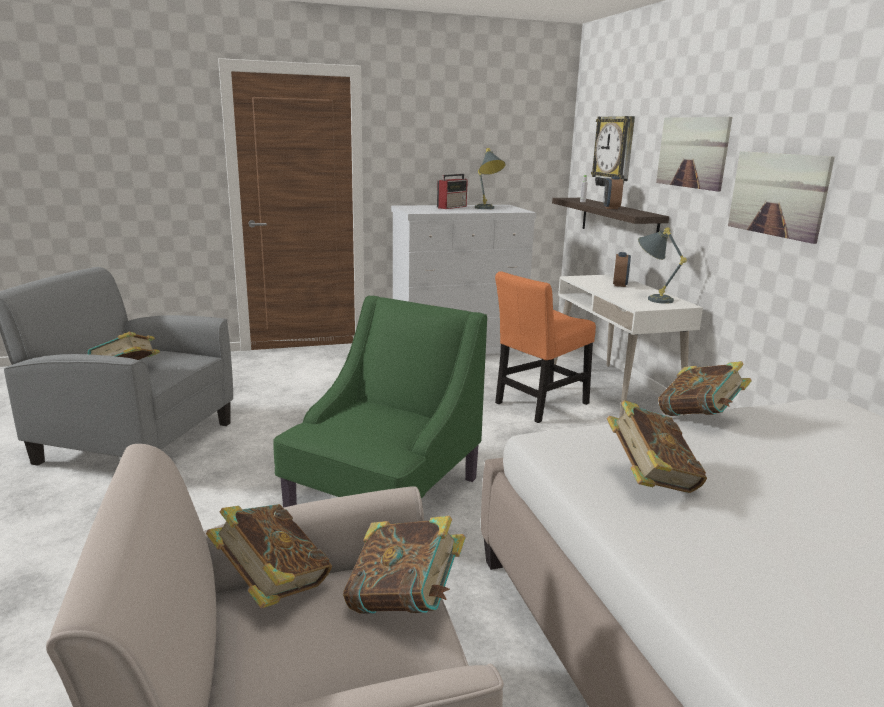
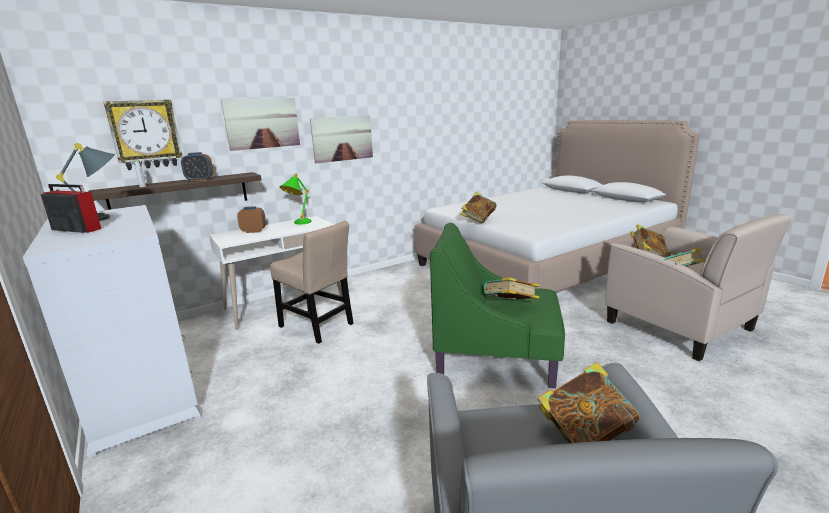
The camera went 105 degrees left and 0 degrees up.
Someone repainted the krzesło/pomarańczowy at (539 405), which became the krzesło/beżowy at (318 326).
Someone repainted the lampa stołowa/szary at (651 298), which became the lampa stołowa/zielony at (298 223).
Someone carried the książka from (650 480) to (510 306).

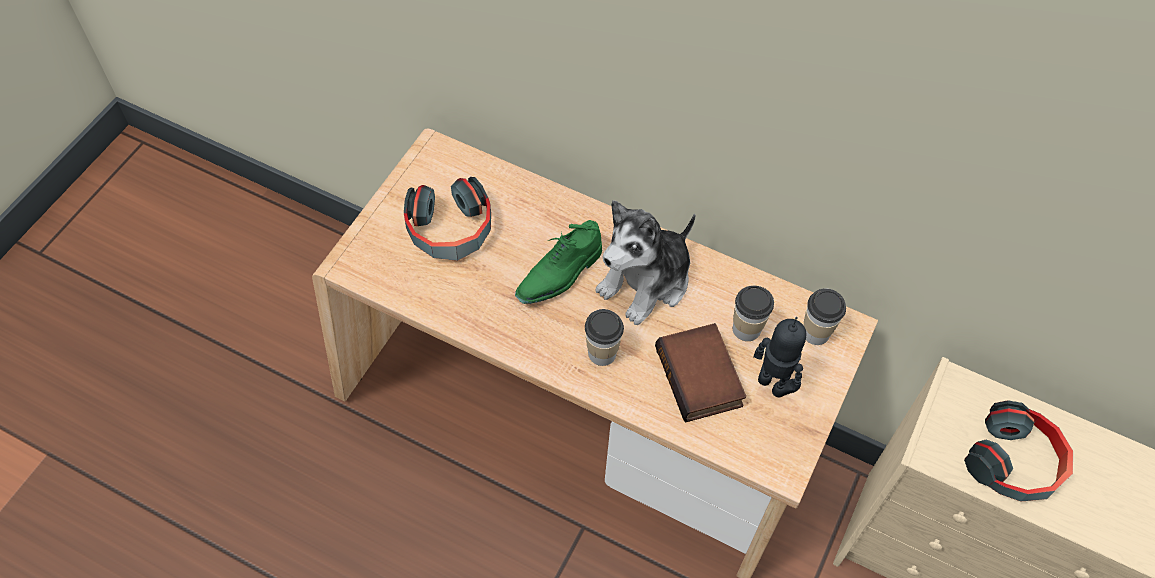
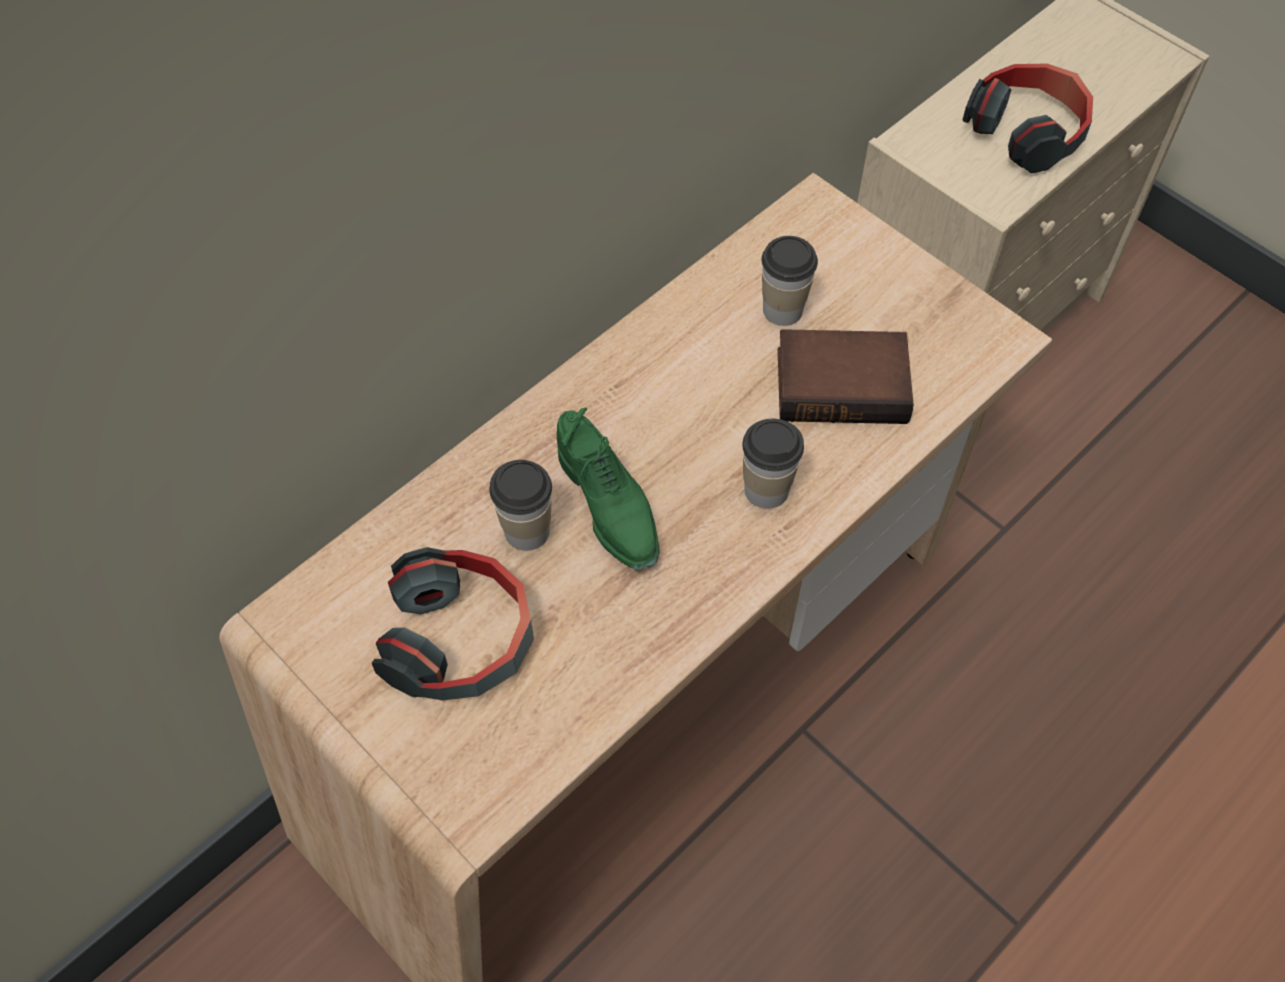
The camera went 70 degrees left and 0 degrees up.
Someone carried the filiżanka from (816 332) to (526 531).
Someone took away the pluszak at (646 282).
Someone took away the robot zabawkowy at (772 384).

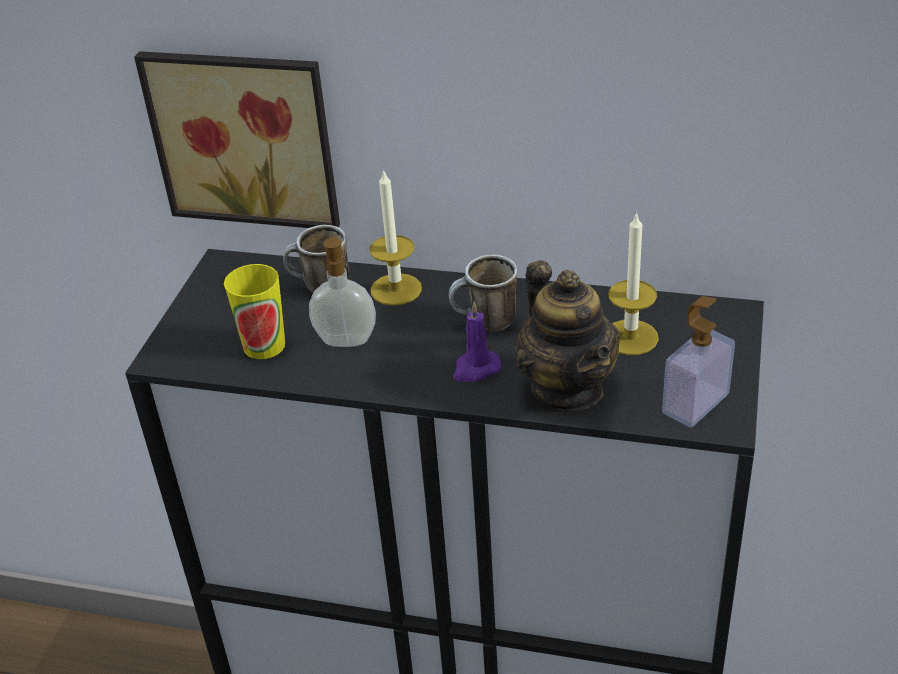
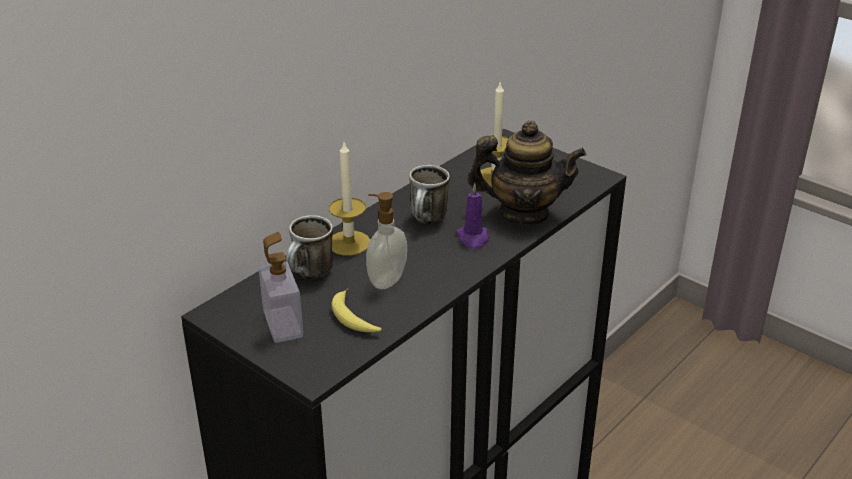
The camera went 65 degrees left and 5 degrees down.
Someone carried the dozownik mydła from (695 403) to (283 324).
Someone swapped the filiżanka at (264 345) for the banan at (353 319).
Someone took away the obraz at (245 136).

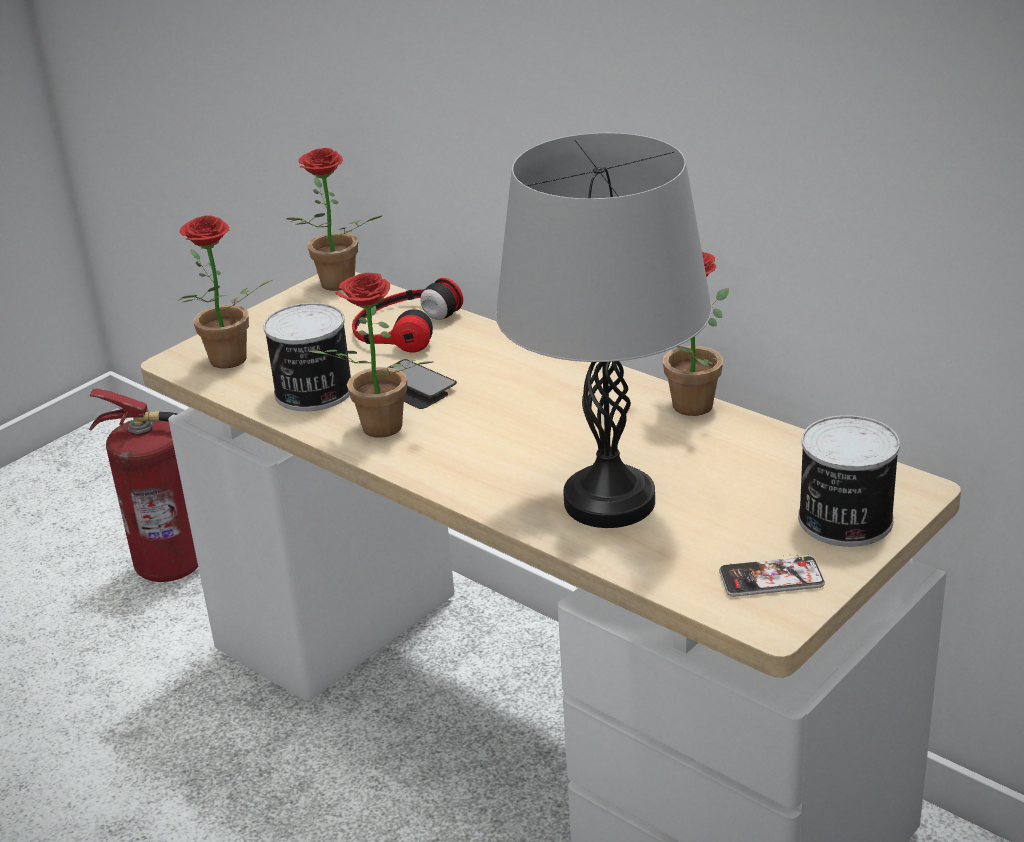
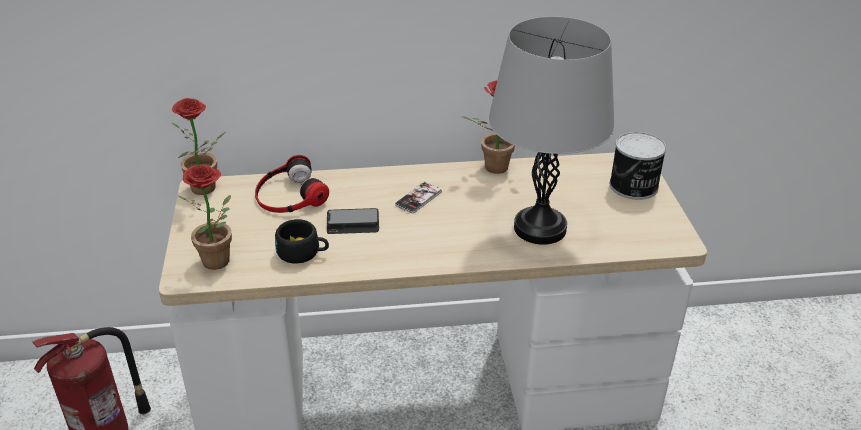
The camera went 50 degrees left and 5 degrees up.
Someone swapped the puszka at (313 392) for the filiżanka/czarny at (303 253).
Someone carried the telefon from (771 578) to (418 198).
Someone took away the roślina doniczkowa at (376 431).

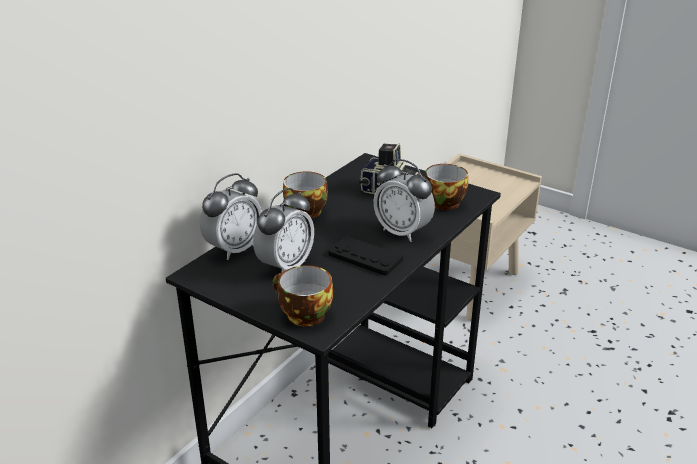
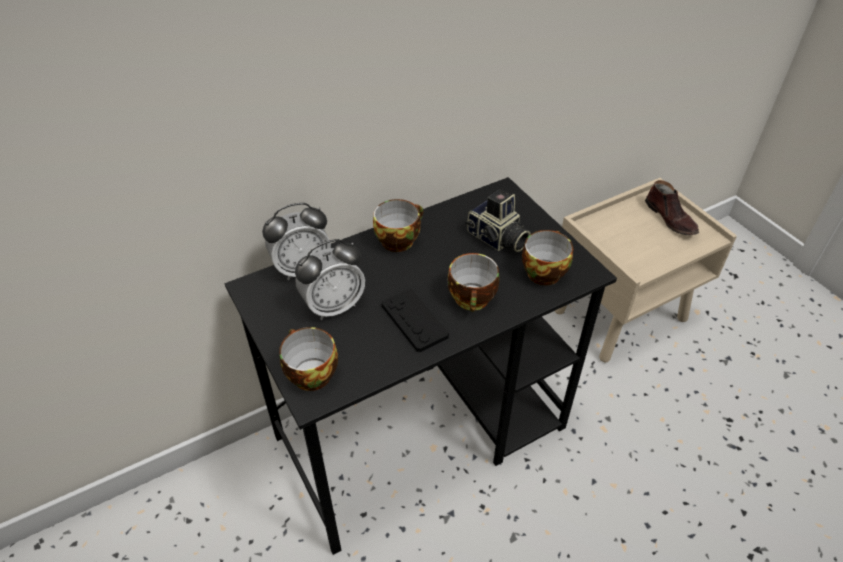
The camera went 25 degrees right and 15 degrees up.
Someone swapped the budzik at (402 232) for the filiżanka at (473 300).
Someone put down the but/brązowy at (671 218).

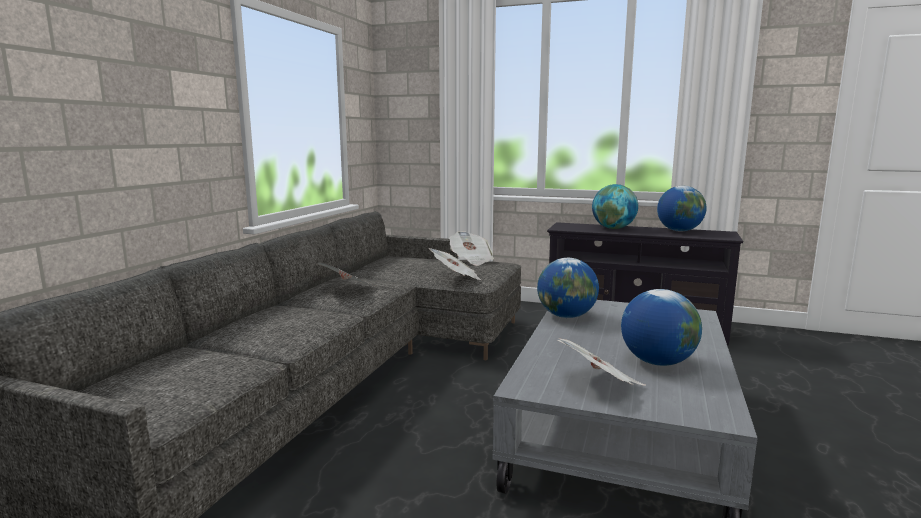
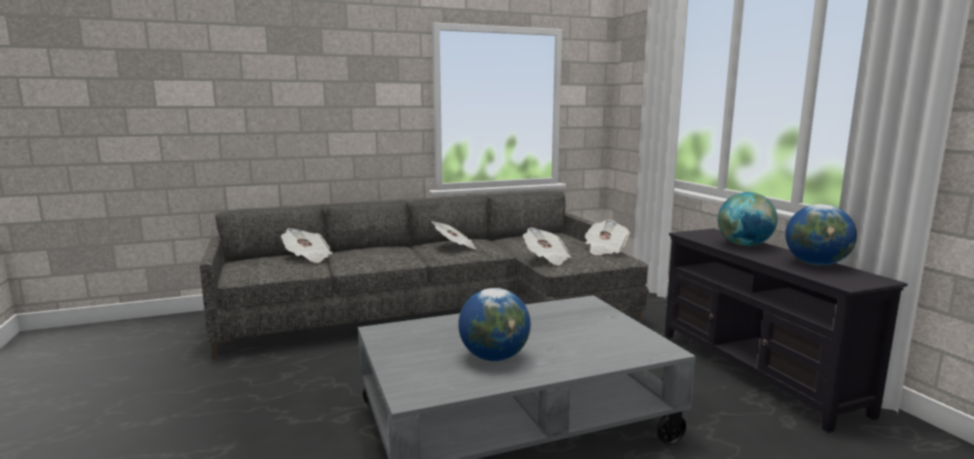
The camera went 50 degrees right and 0 degrees up.
Someone carried the gazeta from (599 384) to (308 257).
Someone took away the globus at (566 316).

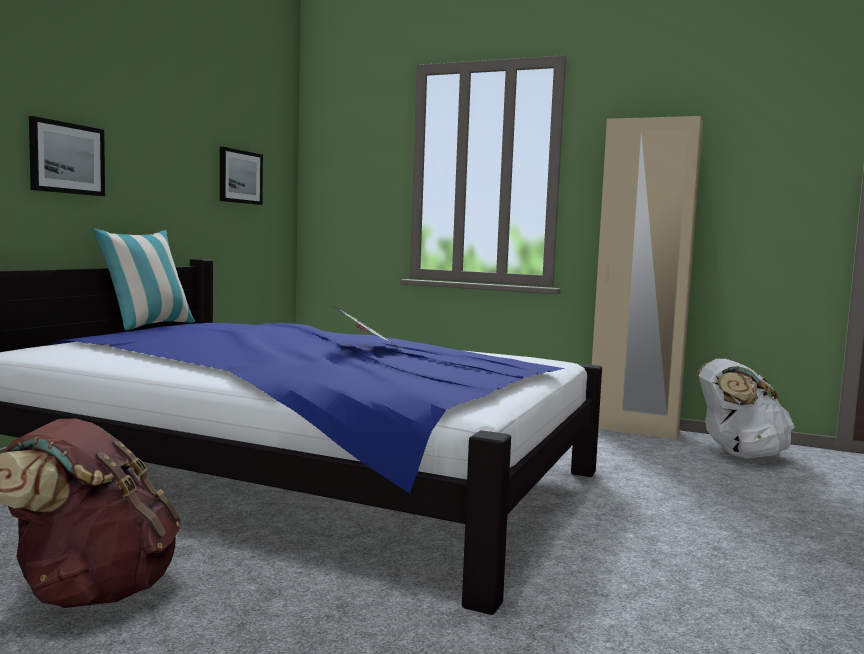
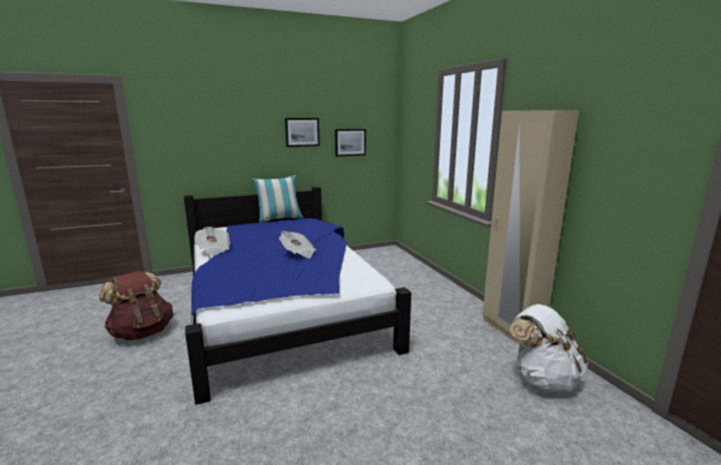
The camera went 45 degrees right and 10 degrees up.
Someone put down the gazeta at (213 250).
Someone carried the obraz from (66 158) to (302 132).

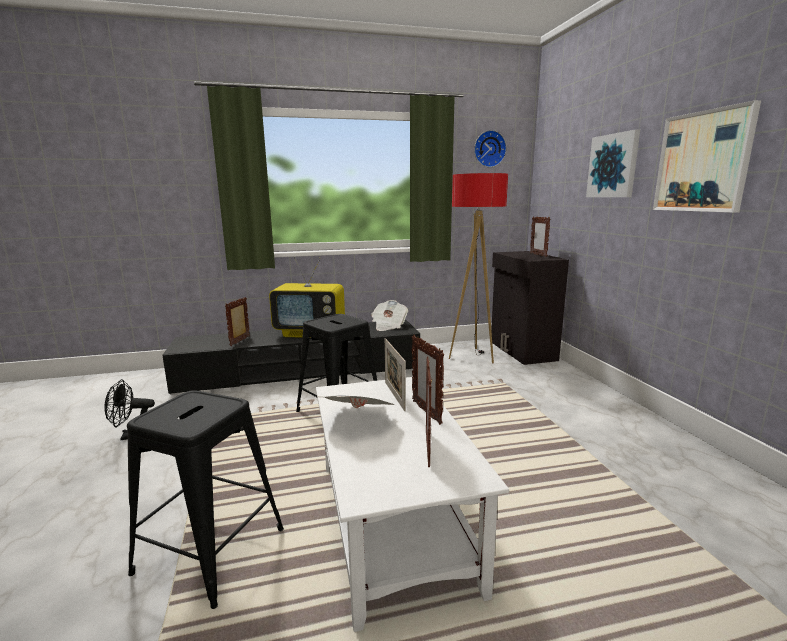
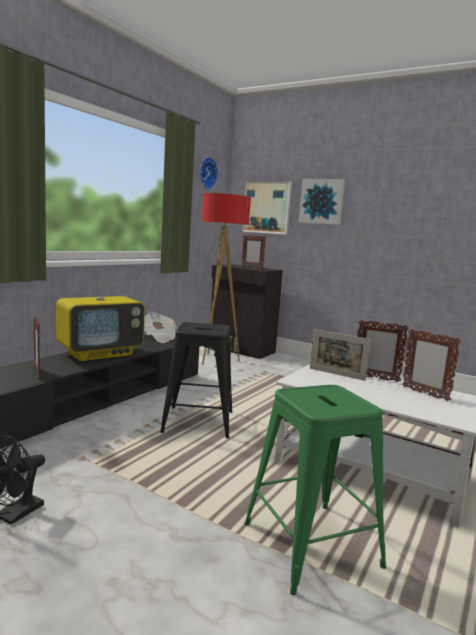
The camera went 45 degrees left and 5 degrees down.
Someone carried the obraz from (702 162) to (267 207).
Someone repainted the stołek/czarny at (211 551), which became the stołek/zielony at (312 545).
Someone took away the gazeta at (359 419).

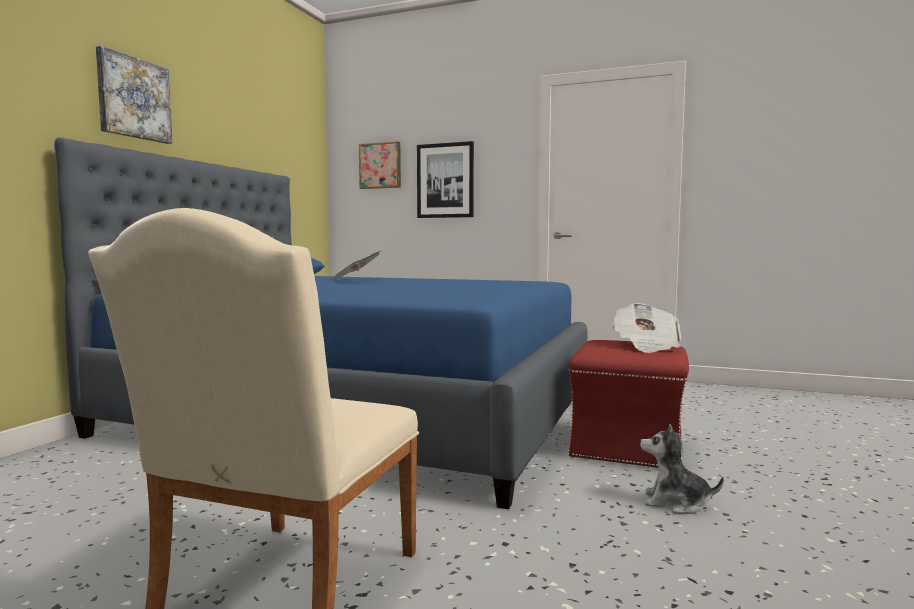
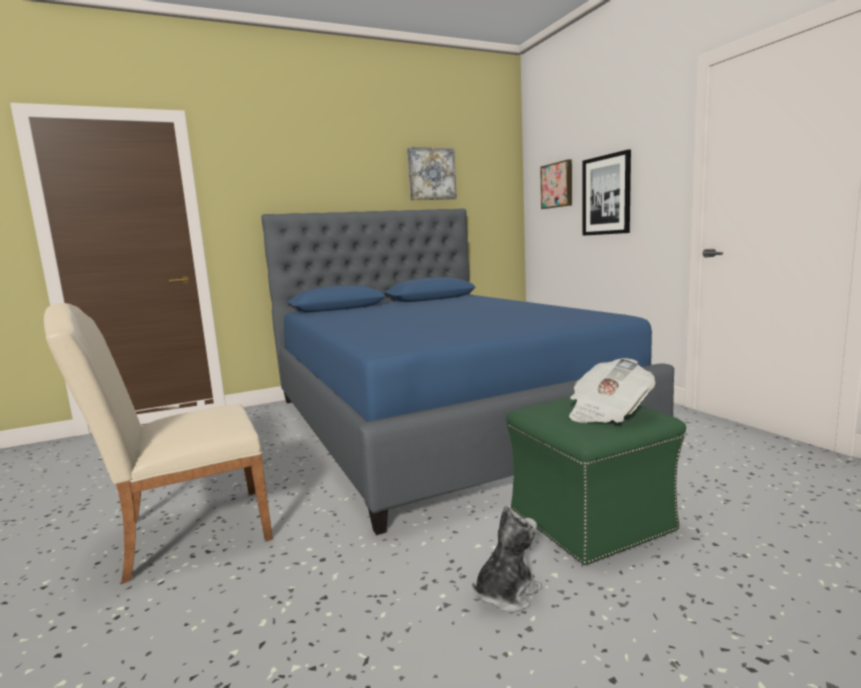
The camera went 45 degrees right and 5 degrees up.
Someone carried the obraz from (134 98) to (431 174).
Someone rotated the pluszak at (675 503) by 75 degrees clockwise.
Someone repainted the pufa/czerwony at (627 446), which became the pufa/zielony at (592 519).
Someone took away the gazeta at (355 281).

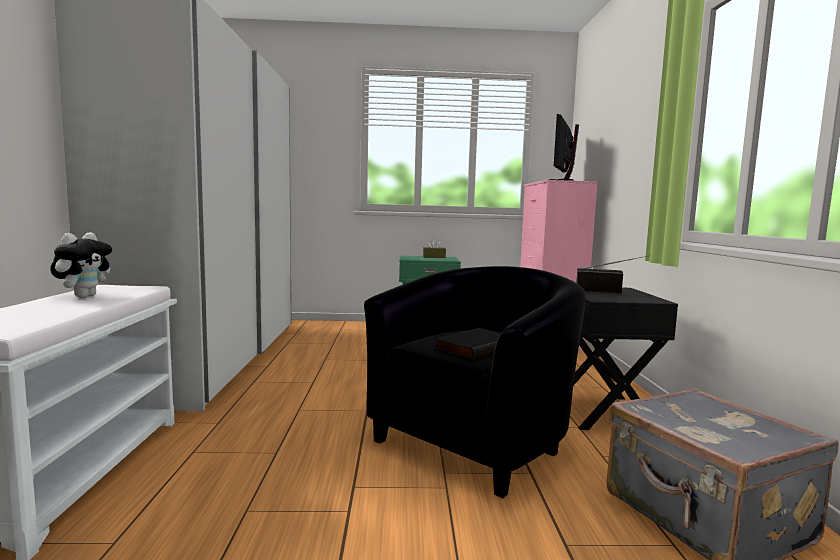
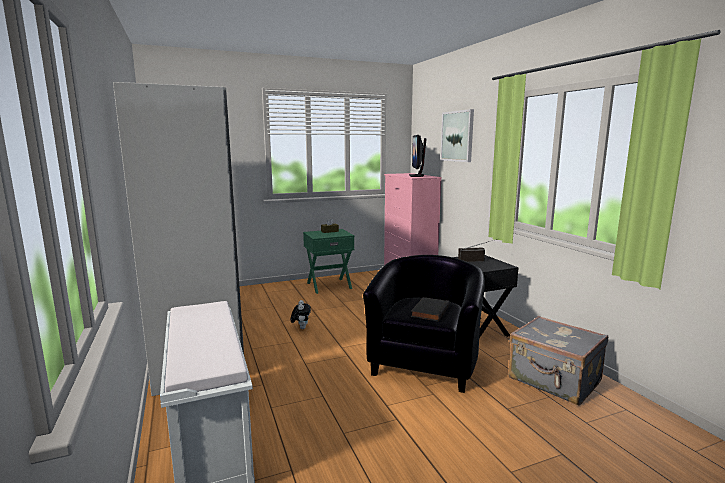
The camera went 20 degrees left and 5 degrees up.
Someone carried the pluszak from (84 296) to (301 328).
Someone put up the obraz at (457 136).

